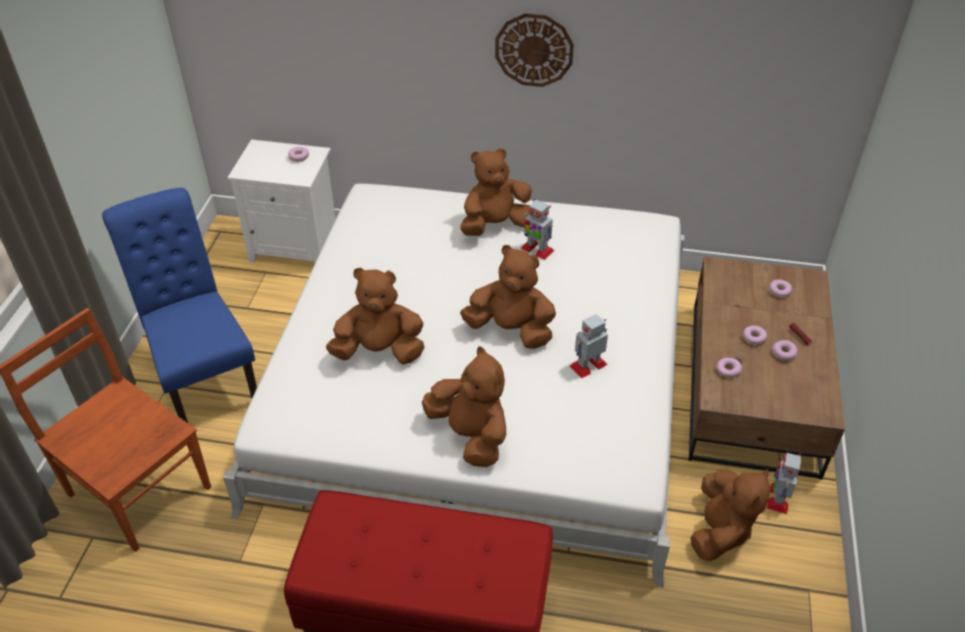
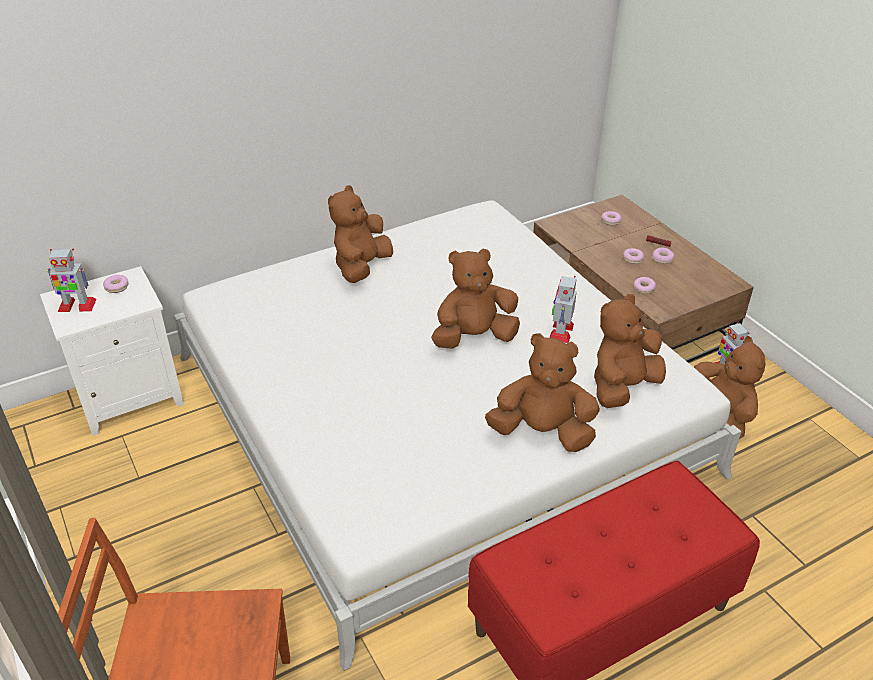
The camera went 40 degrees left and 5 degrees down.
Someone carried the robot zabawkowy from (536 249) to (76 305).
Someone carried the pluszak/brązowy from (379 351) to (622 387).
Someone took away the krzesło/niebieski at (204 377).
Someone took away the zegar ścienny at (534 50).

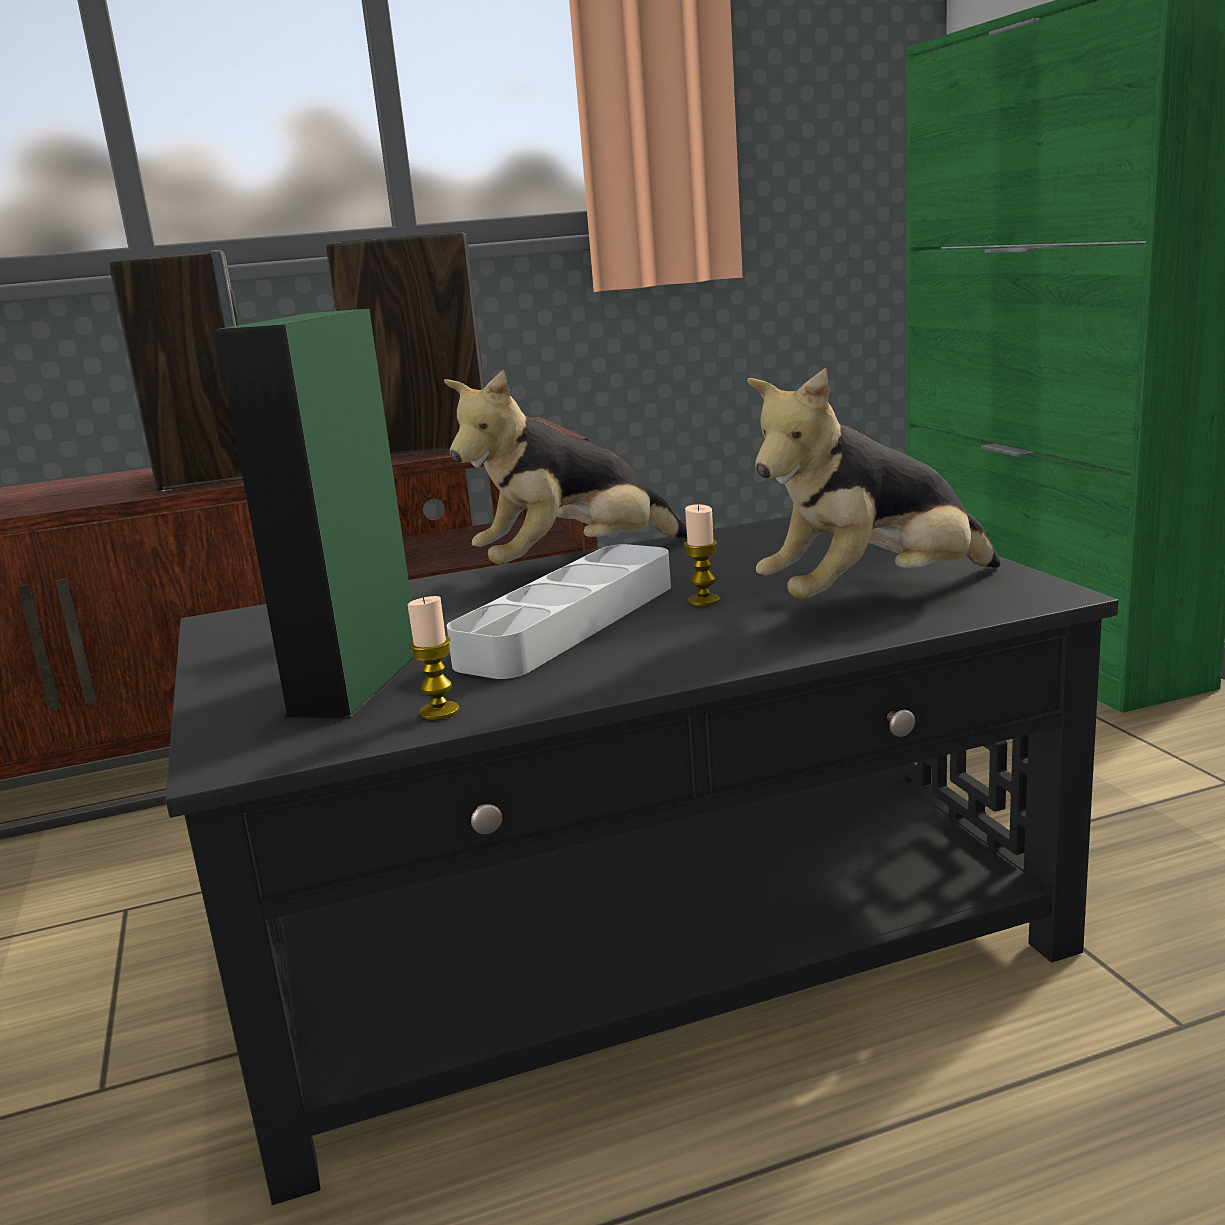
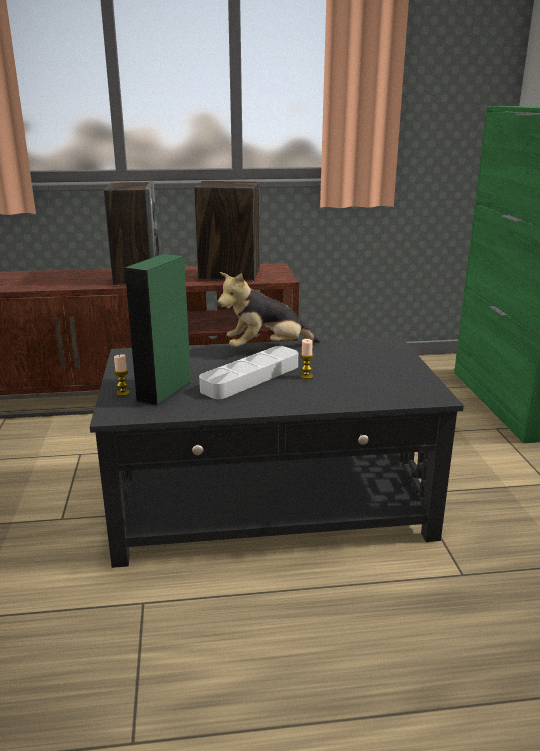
The camera went 10 degrees right and 5 degrees up.
Someone carried the świeca from (439 711) to (123 393).
Someone took away the pluszak at (874 599).

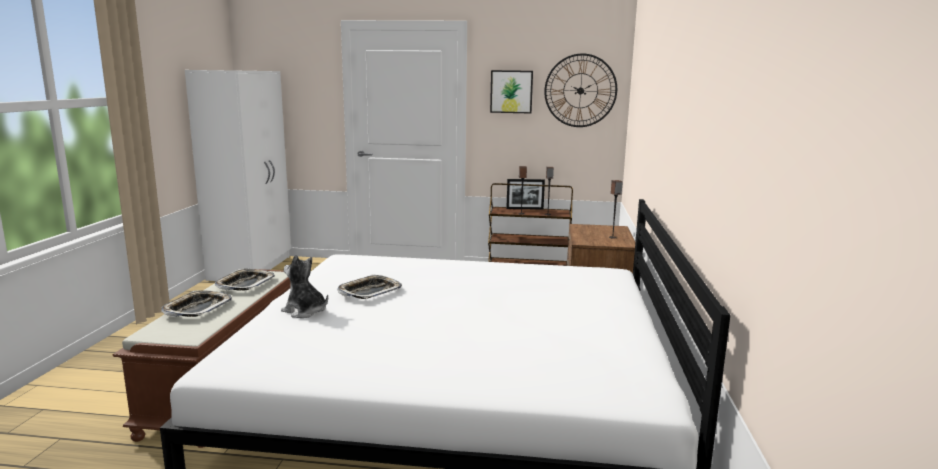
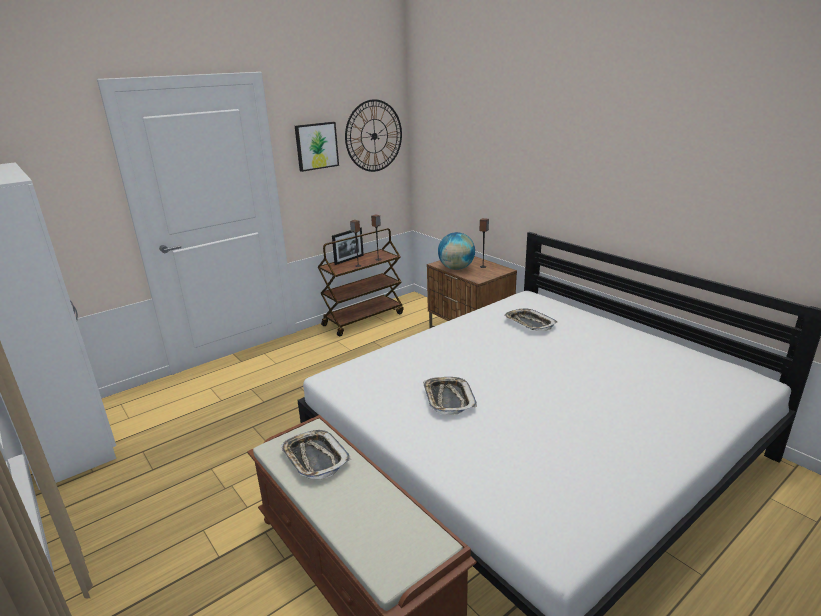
The camera went 45 degrees left and 10 degrees up.
Someone put down the globus at (456 268).
Someone carried the taca from (197 308) to (529 323).
Someone took away the pluszak at (305 311).

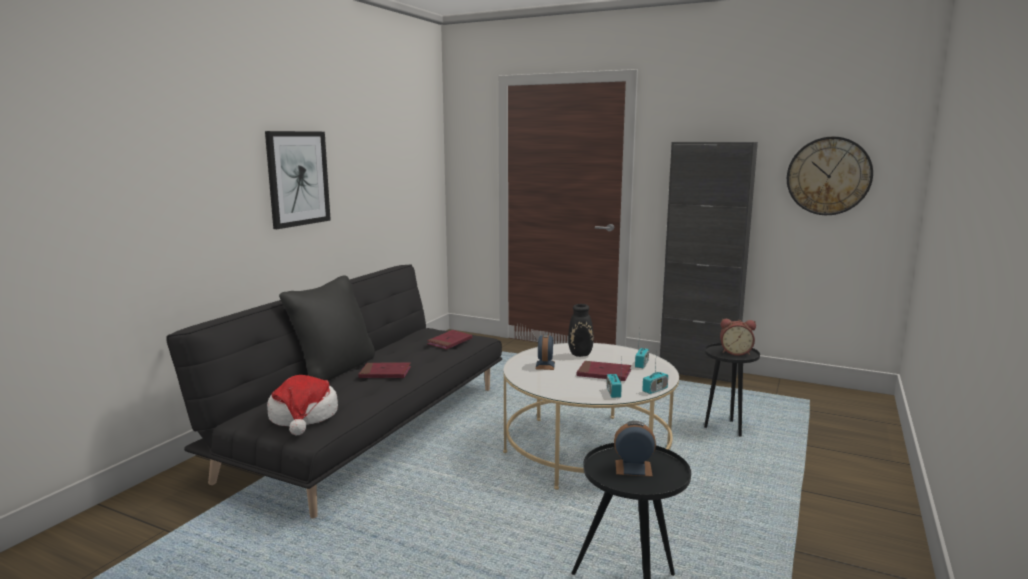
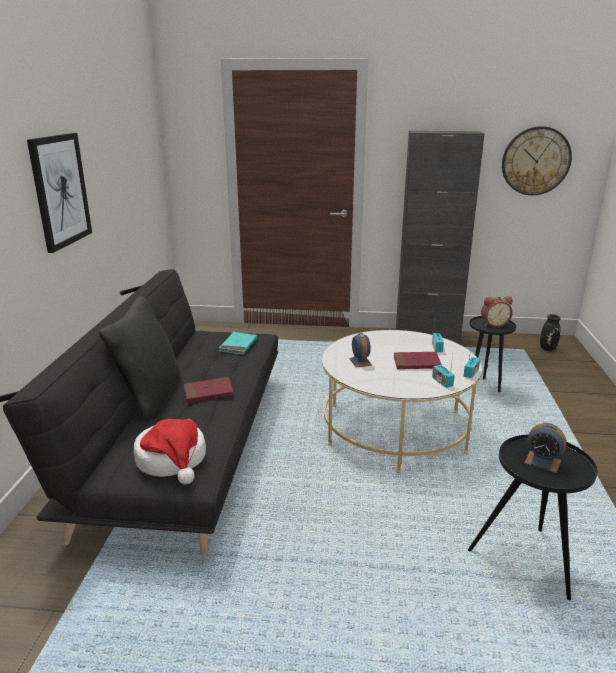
The camera went 20 degrees left and 10 degrees up.
Someone repainted the książka/czerwony at (450 342), which became the książka/turkusowy at (238 345).
Someone rotated the budzik at (633 468) by 135 degrees counterclockwise.
Someone carried the wazon/czarny from (581 354) to (548 348).

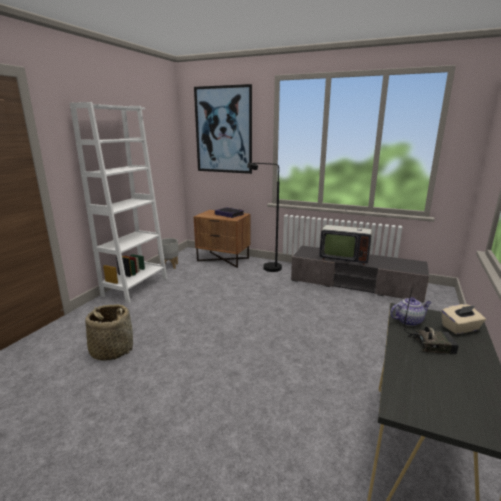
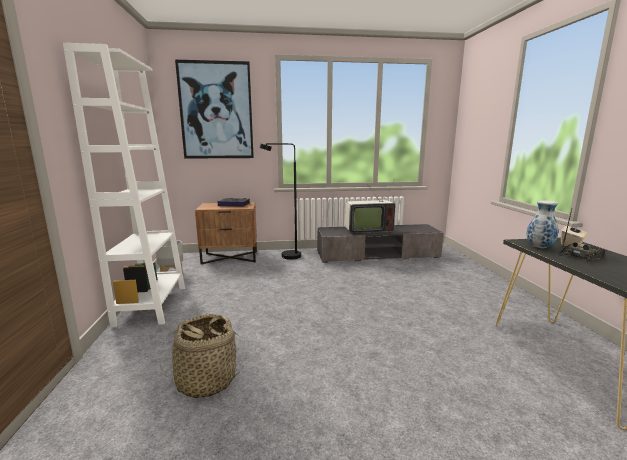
The camera went 30 degrees left and 5 degrees down.
Someone swapped the imbryk at (408 321) for the wazon at (539 247).

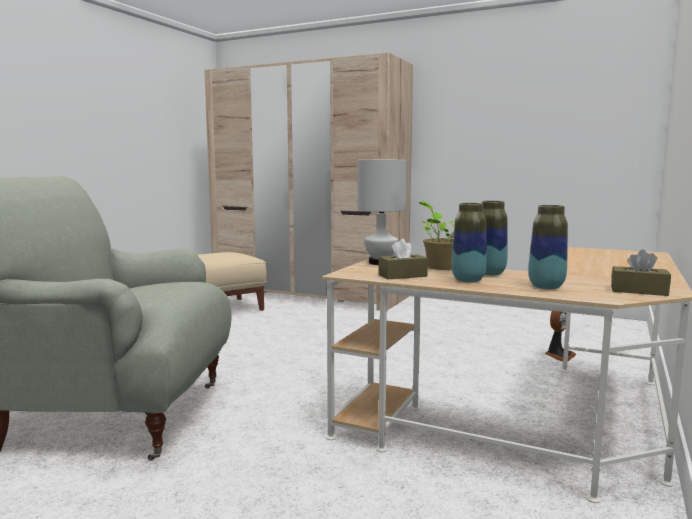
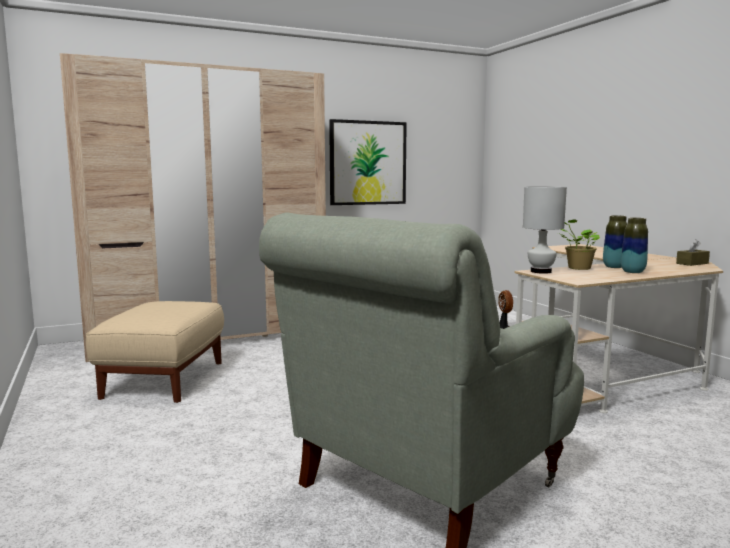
The camera went 50 degrees left and 0 degrees up.
Someone put up the obraz at (368 163).
Someone took away the pudełko chusteczek/brązowy at (402 276).
Someone took away the wazon at (546 287).

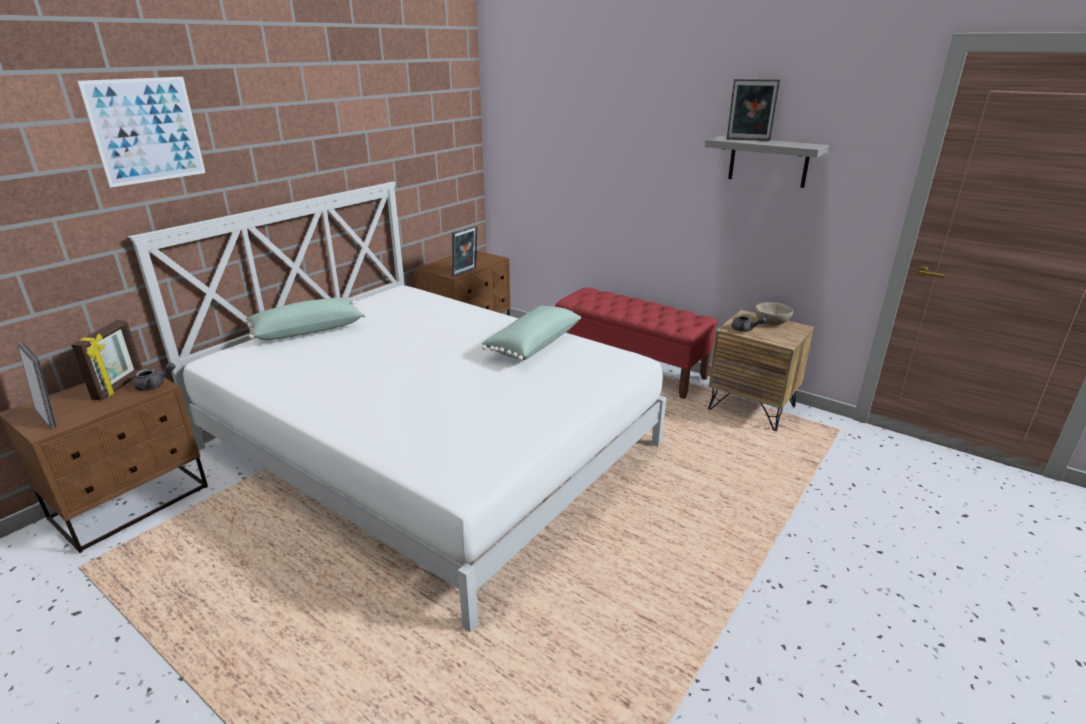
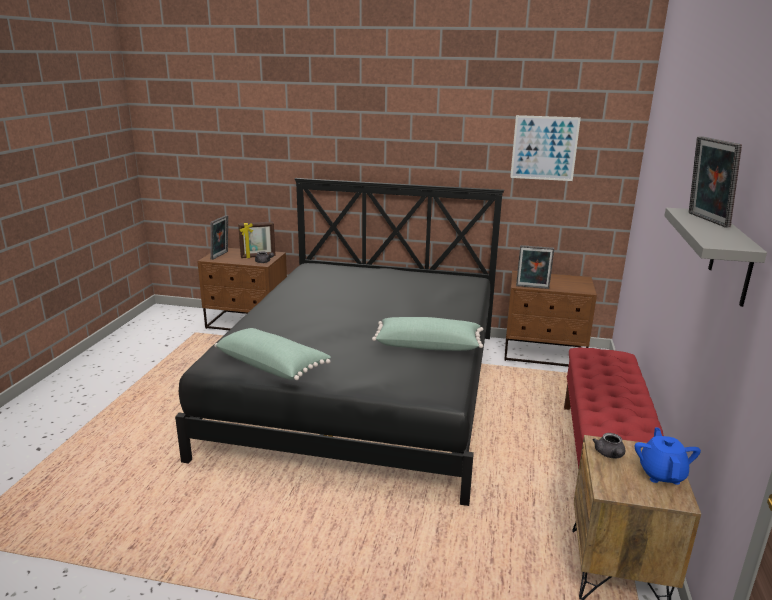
The camera went 65 degrees right and 5 degrees down.
Someone repainted the łóżko/biały at (429 447), which became the łóżko/czarny at (363 388).
Someone carried the poduszka/zielony from (308 330) to (272 365).
Someone carried the obraz from (146 130) to (544 148).
Someone swapped the miska/beżowy at (771 322) for the imbryk/niebieski at (661 474).

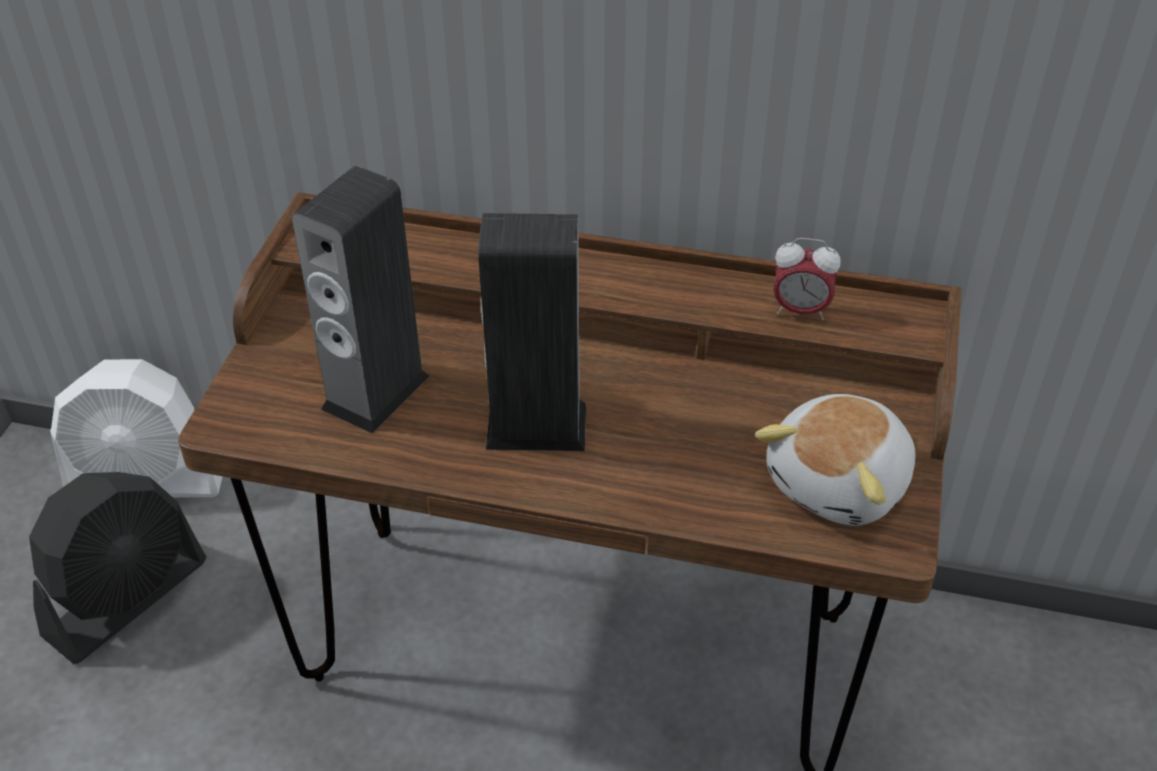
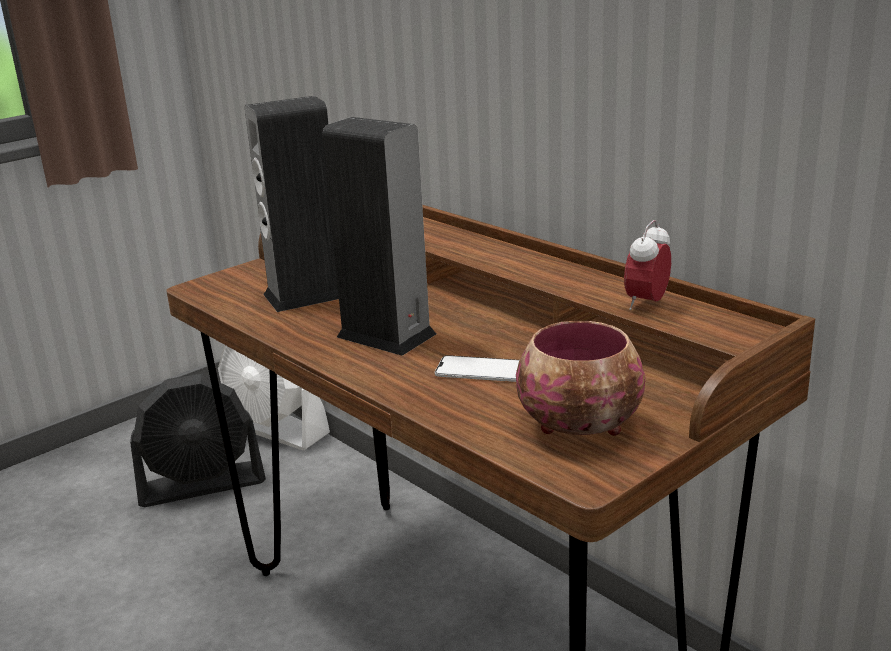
The camera went 35 degrees right and 20 degrees down.
Someone put down the telefon at (480 370).
Someone swapped the pluszak at (841 483) for the miska at (583 428).
Someone rotated the budzik at (800 310) by 75 degrees clockwise.

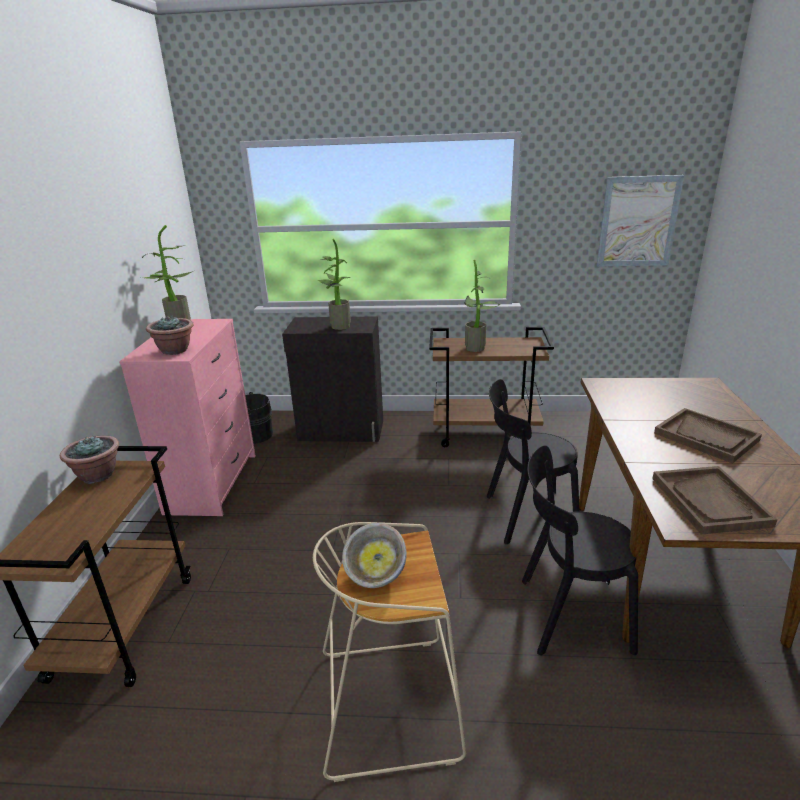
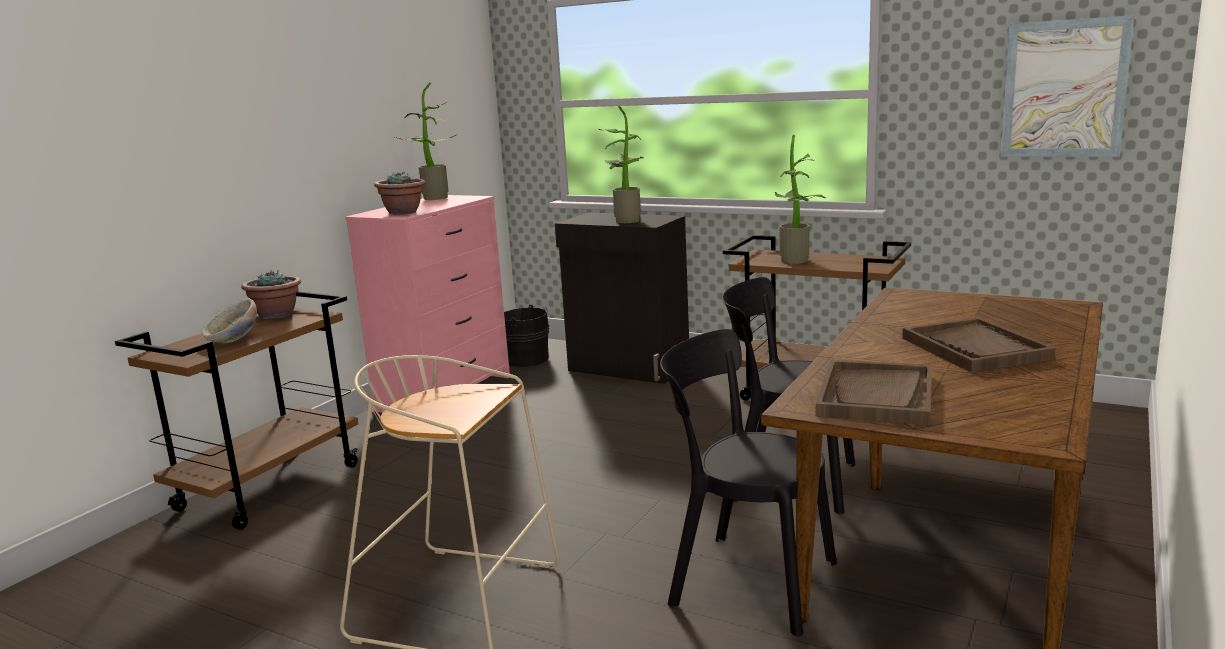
The camera went 25 degrees right and 10 degrees down.
Someone carried the miska from (376 574) to (233 340).

